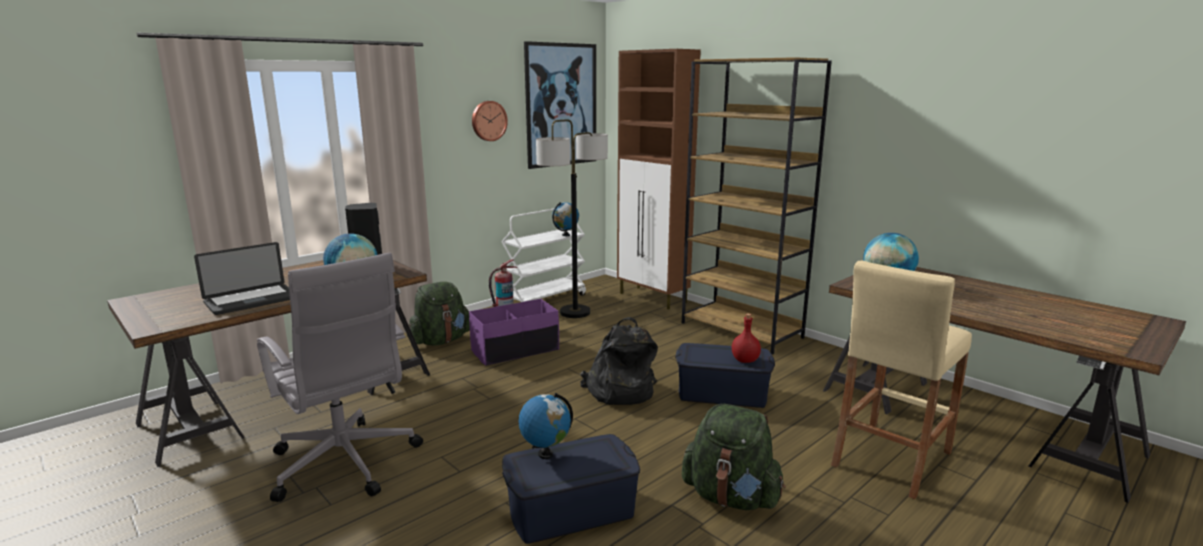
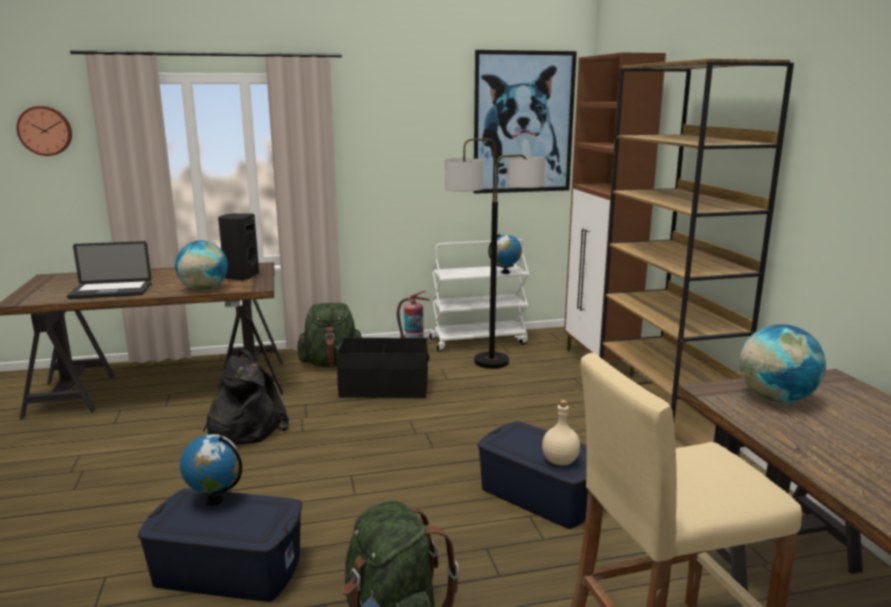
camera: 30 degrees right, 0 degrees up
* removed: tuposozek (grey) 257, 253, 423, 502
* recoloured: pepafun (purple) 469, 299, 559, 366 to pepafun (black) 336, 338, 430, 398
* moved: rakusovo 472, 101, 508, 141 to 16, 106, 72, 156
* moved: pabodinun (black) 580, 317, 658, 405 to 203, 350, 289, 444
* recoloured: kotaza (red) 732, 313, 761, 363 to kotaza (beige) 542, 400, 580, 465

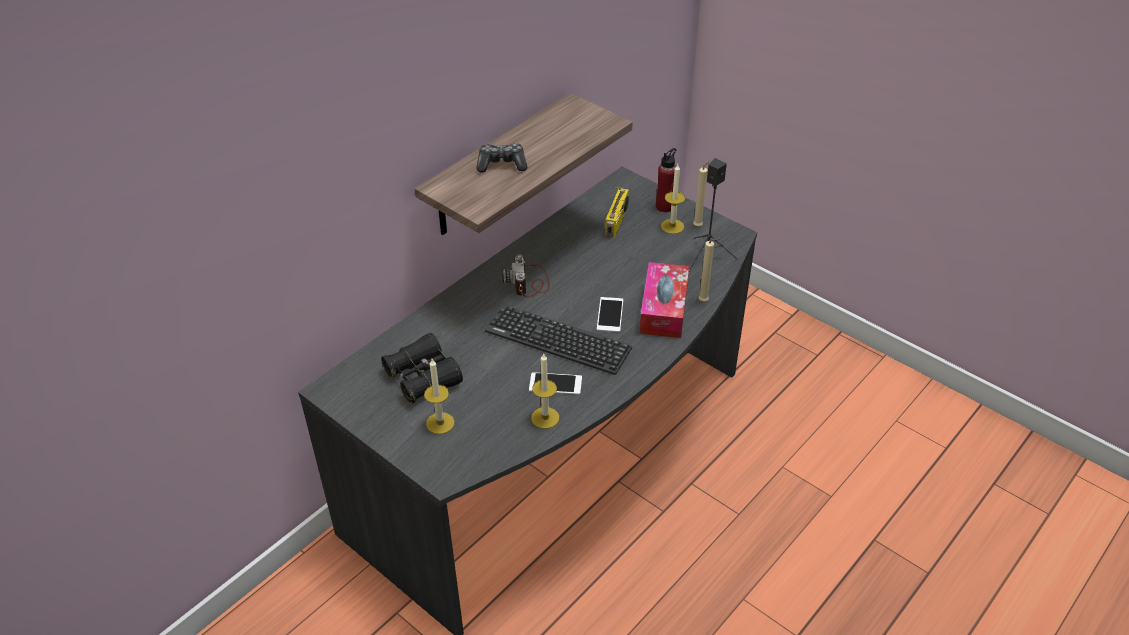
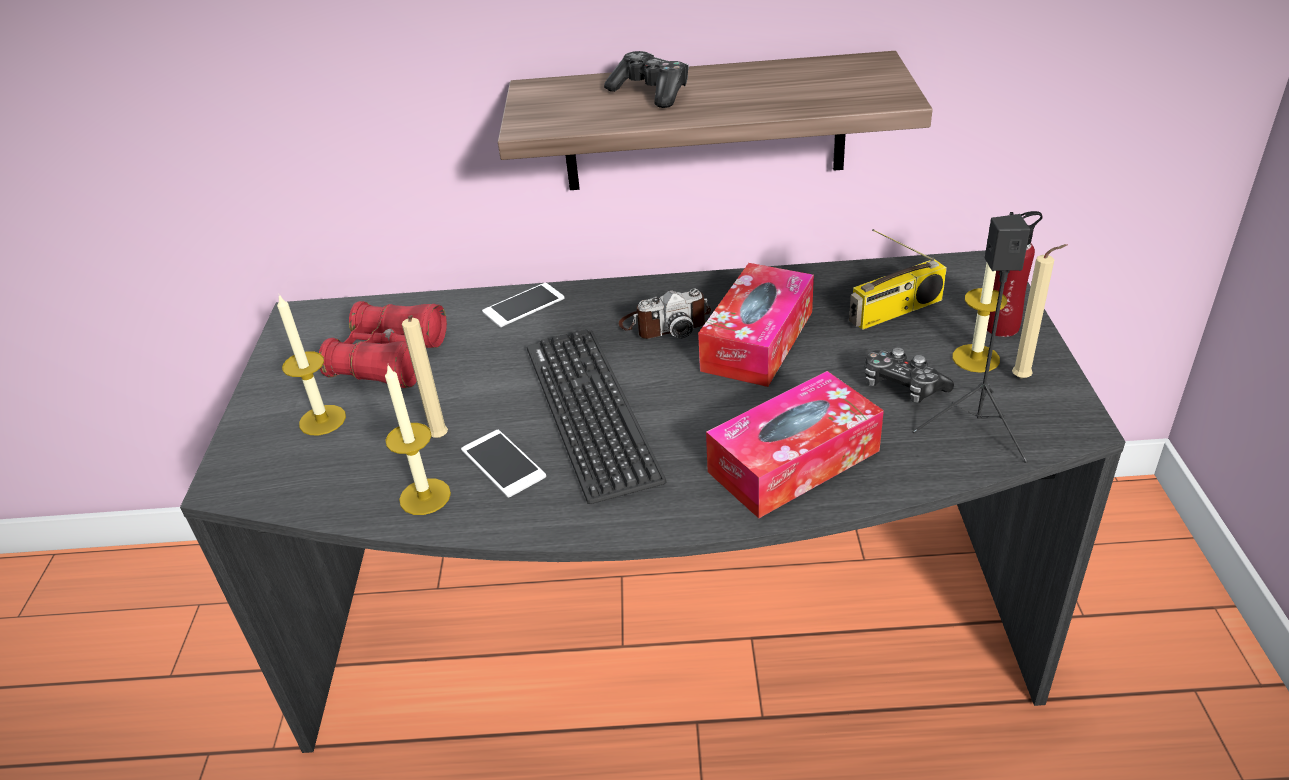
camera: 50 degrees right, 5 degrees down
* recoloured: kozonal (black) 381, 333, 463, 404 to kozonal (red) 319, 301, 447, 388
* turned: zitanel 502, 255, 550, 298 = 619, 289, 711, 339 150 degrees counterclockwise
* moved: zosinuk 597, 297, 623, 332 to 482, 283, 565, 327
* moved: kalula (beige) 699, 238, 719, 301 to 402, 315, 448, 438
* added: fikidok 698, 263, 814, 387
* added: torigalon 865, 347, 954, 403

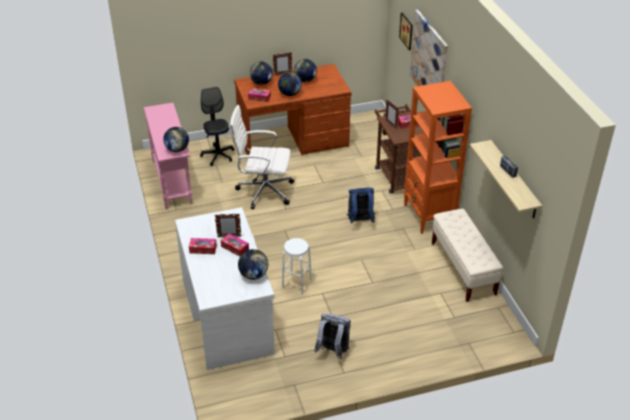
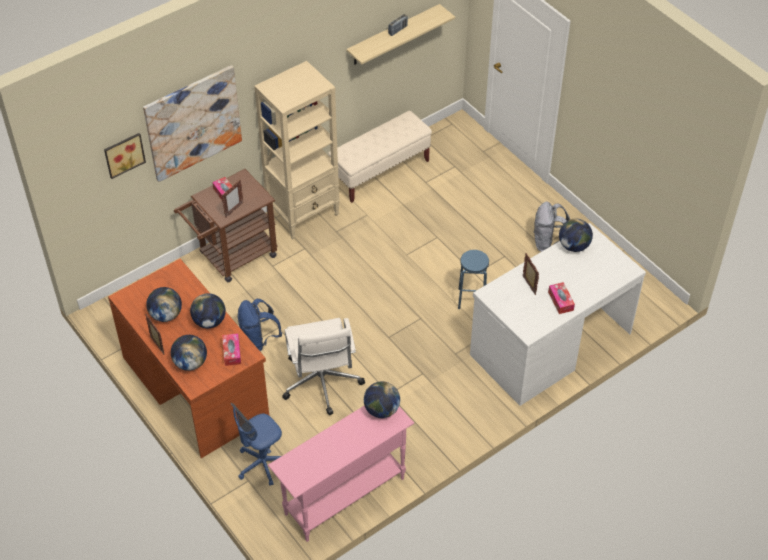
camera: 110 degrees left, 10 degrees up
* recoloured: tuposozek (black) 200, 87, 234, 166 to tuposozek (blue) 231, 403, 282, 486
* removed: fikidok 221, 234, 249, 256
* recoloured: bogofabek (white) 282, 238, 312, 294 to bogofabek (blue) 458, 250, 489, 309
* moved: pabodinun (blue) 347, 188, 375, 223 to 238, 299, 282, 352
* recoloured: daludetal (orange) 404, 81, 472, 234 to daludetal (beige) 254, 61, 340, 240

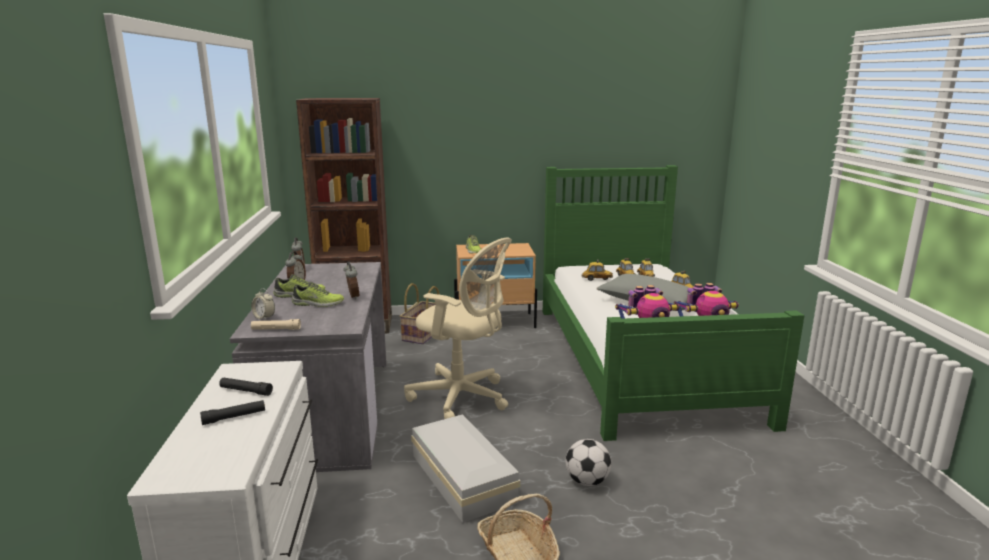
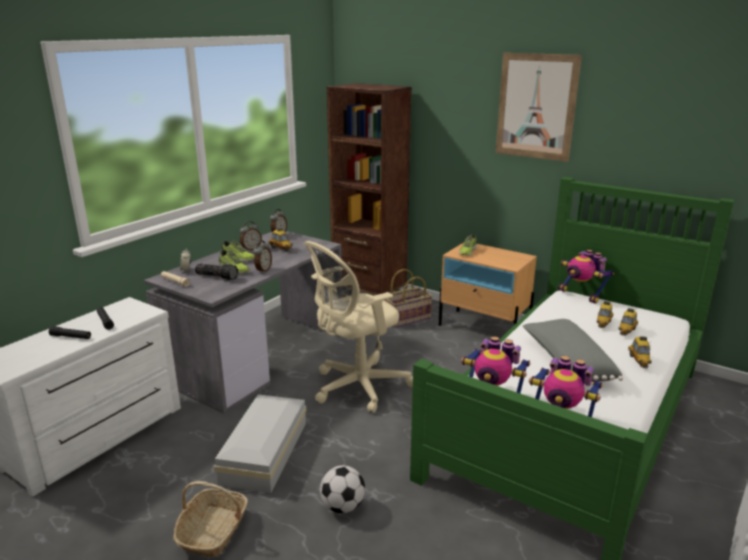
camera: 40 degrees right, 5 degrees up
* turned: tuposozek (beige) 404, 237, 512, 419 = 304, 241, 413, 413 75 degrees clockwise
* moved: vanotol 582, 259, 613, 281 to 268, 228, 293, 251
* added: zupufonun 195, 264, 238, 280
* added: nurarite 495, 53, 582, 162
* added: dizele 558, 250, 614, 304

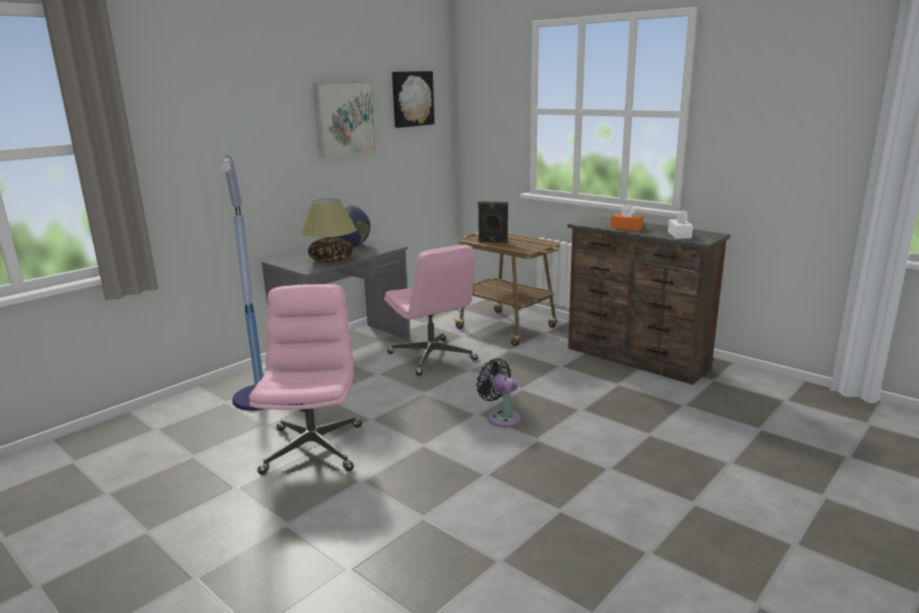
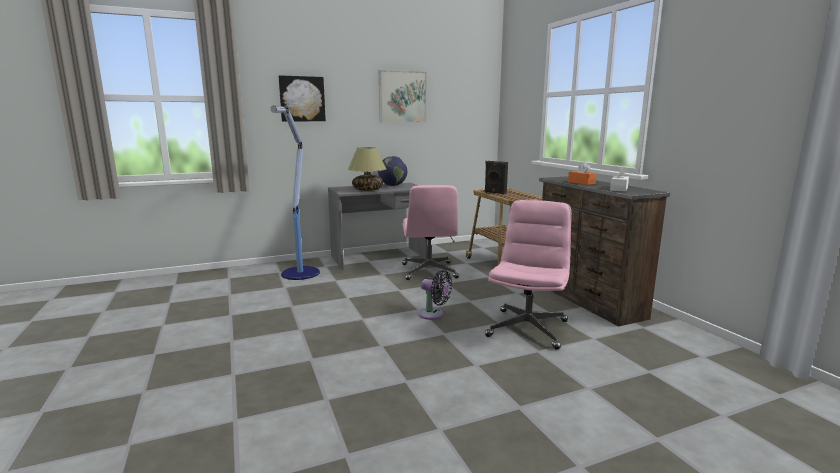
camera: 25 degrees right, 5 degrees down
* moved: tuposozek (pink) 249, 284, 362, 475 to 485, 200, 571, 350
* moved: nurarite 392, 71, 435, 128 to 279, 75, 326, 121
* turned: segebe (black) 476, 359, 521, 427 = 418, 270, 452, 320 135 degrees clockwise

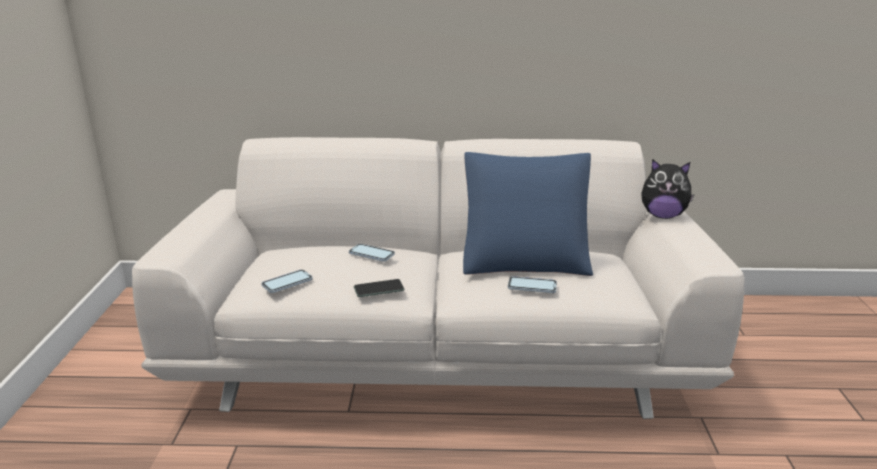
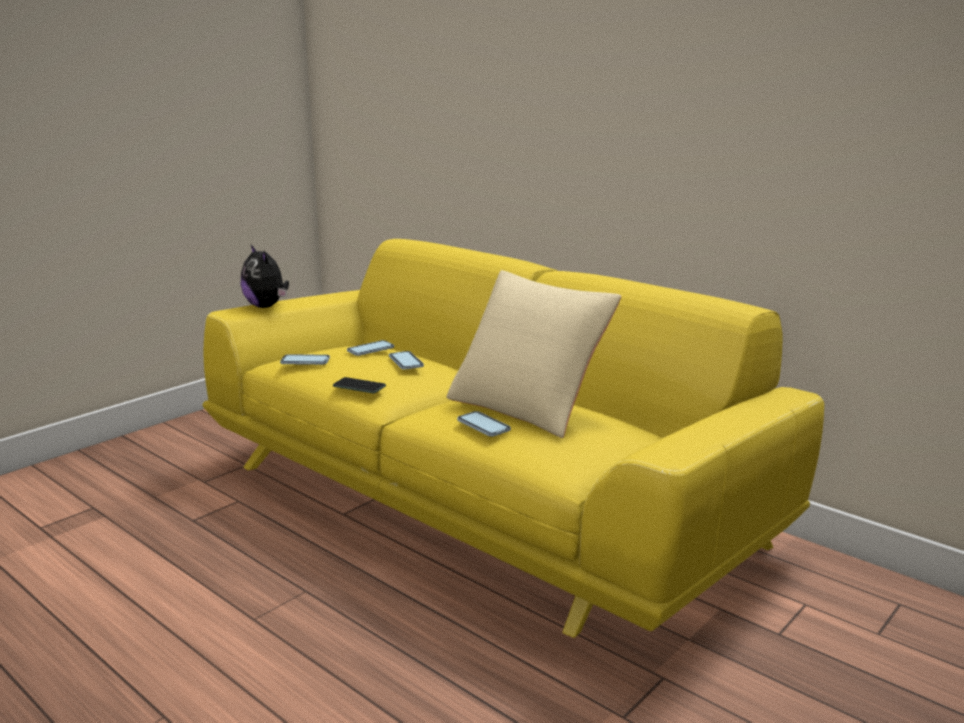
camera: 40 degrees right, 5 degrees down
* recoloured: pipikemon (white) 132, 137, 745, 419 to pipikemon (yellow) 203, 239, 824, 638
* recoloured: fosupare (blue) 463, 152, 593, 276 to fosupare (beige) 446, 270, 621, 438
* moved: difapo 641, 159, 695, 219 to 241, 245, 289, 308
* added: zosinuk 347, 340, 394, 356

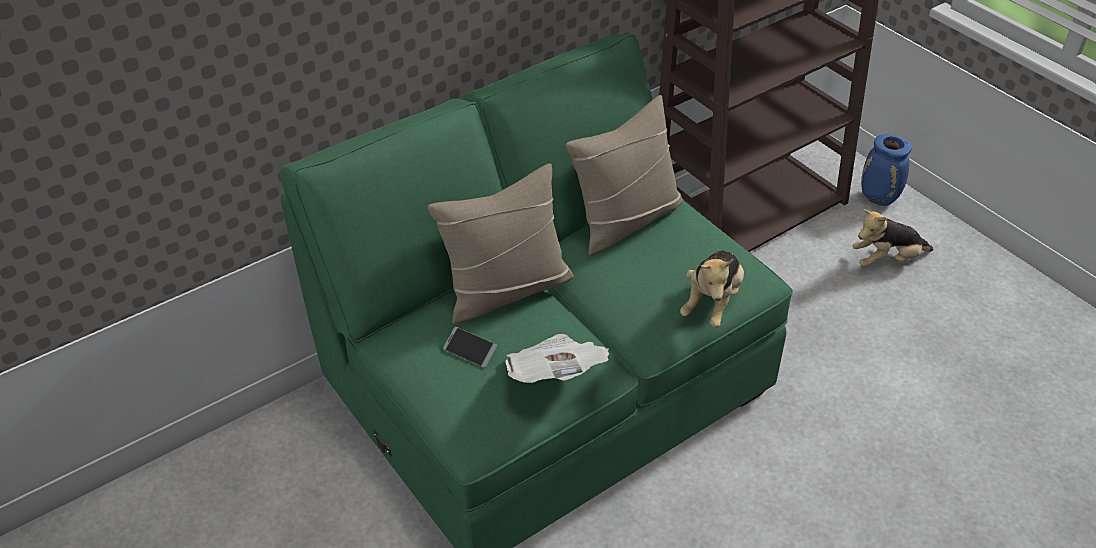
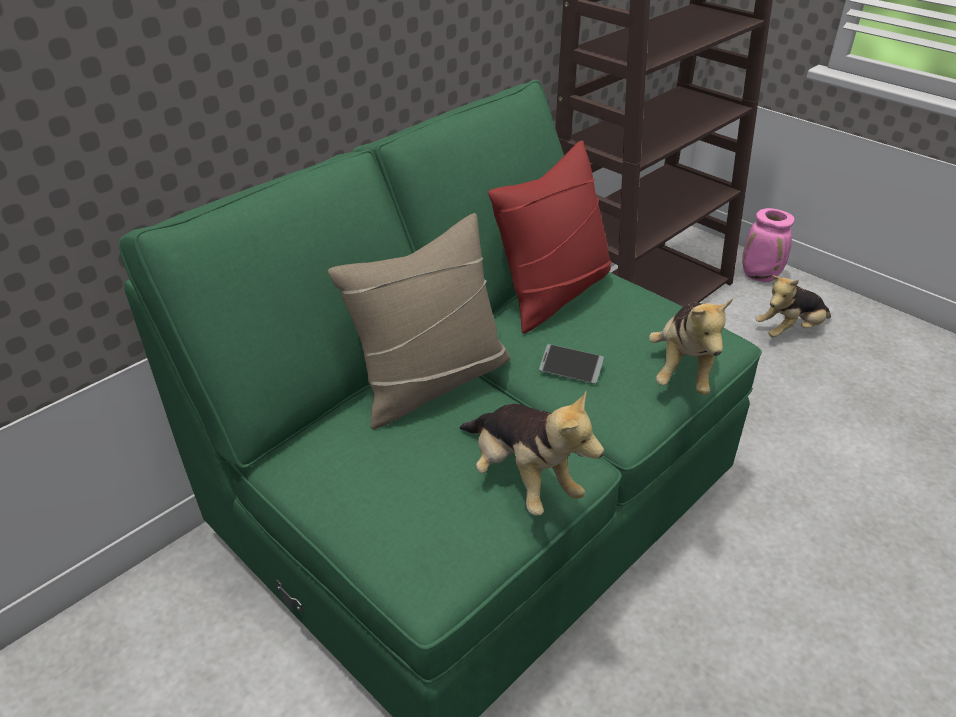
camera: 10 degrees left, 5 degrees down
* moved: zosinuk 443, 327, 497, 368 to 539, 344, 604, 384
* replaced: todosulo 506, 334, 609, 383 to difapo 459, 391, 604, 515
* recoloured: fosupare (beige) 566, 95, 683, 256 to fosupare (red) 488, 141, 611, 333
* recoloured: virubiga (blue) 861, 134, 912, 206 to virubiga (pink) 742, 208, 795, 282

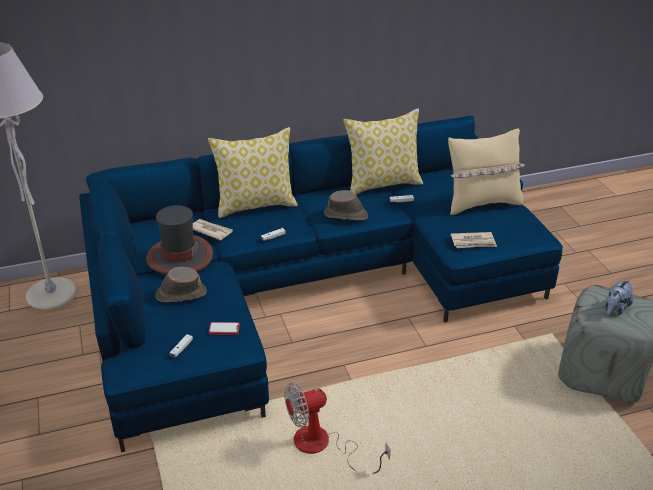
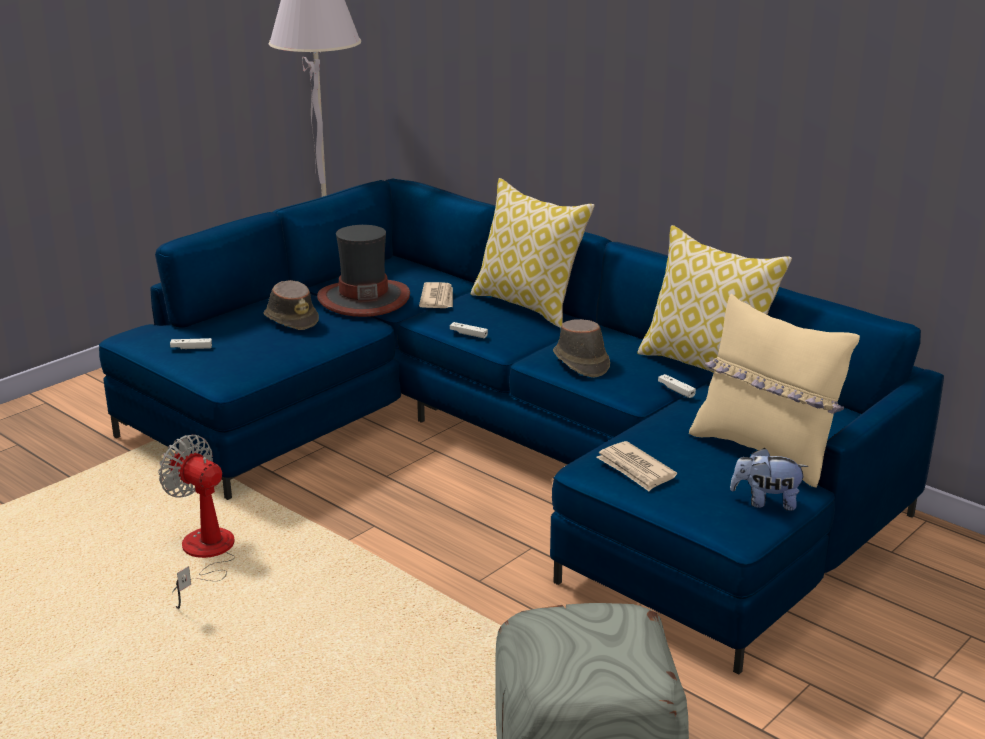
camera: 60 degrees right, 10 degrees down
* removed: zosinuk 209, 322, 240, 335
* moved: difapo 605, 279, 633, 315 to 730, 448, 809, 511

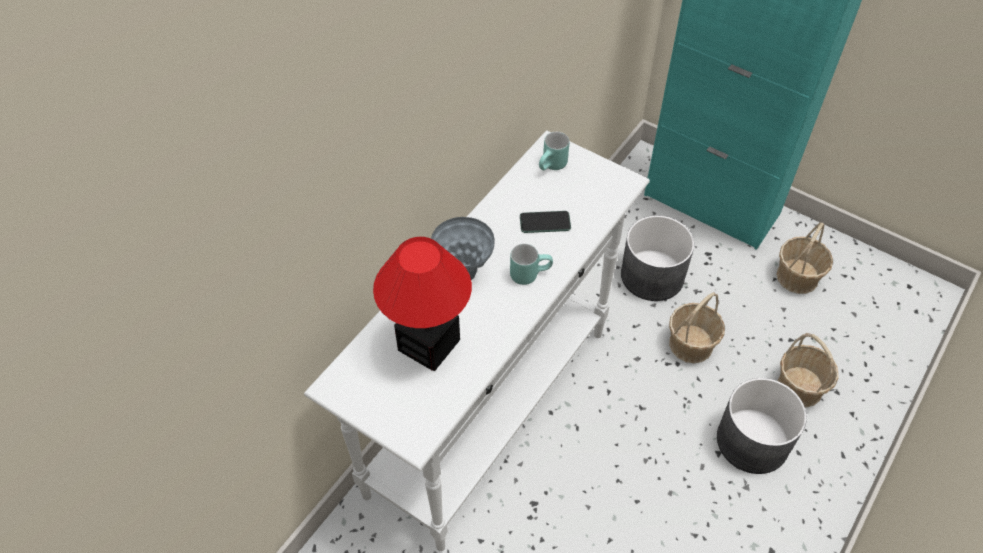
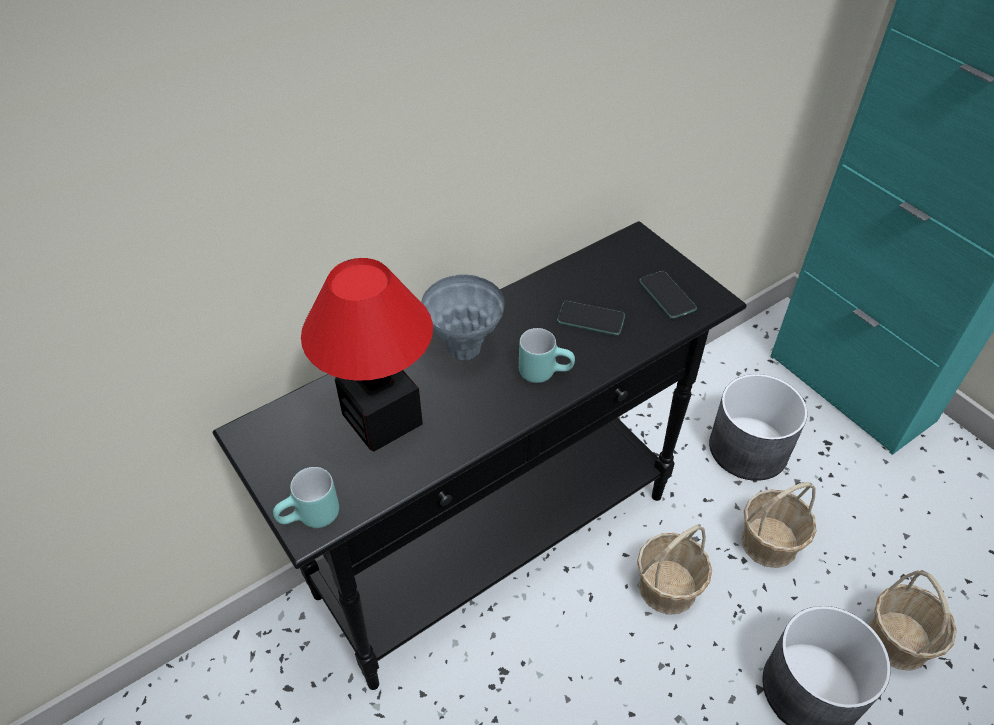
camera: 20 degrees right, 5 degrees down
* recoloured: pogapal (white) 304, 130, 650, 551 to pogapal (black) 213, 221, 747, 690
* moved: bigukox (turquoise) 539, 132, 570, 170 to 273, 467, 339, 528
* moved: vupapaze 776, 223, 833, 294 to 637, 524, 712, 615
* added: zosinuk 639, 271, 697, 319

